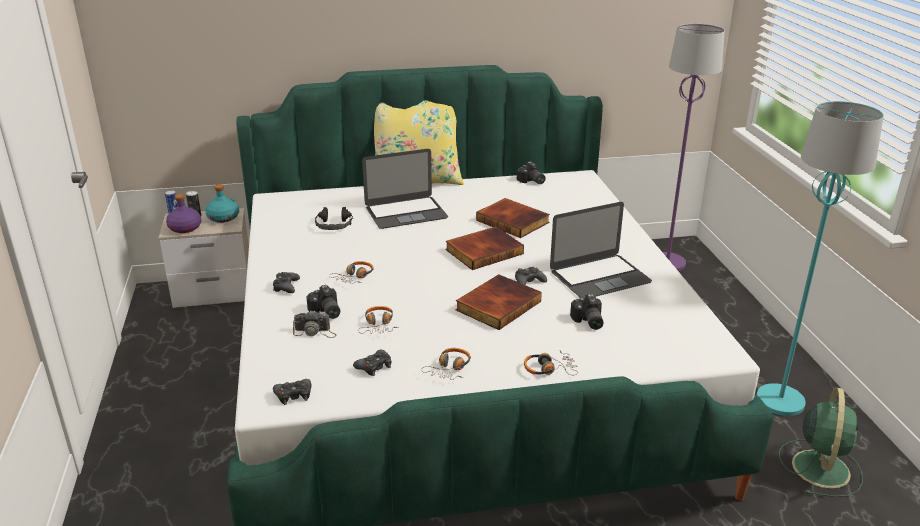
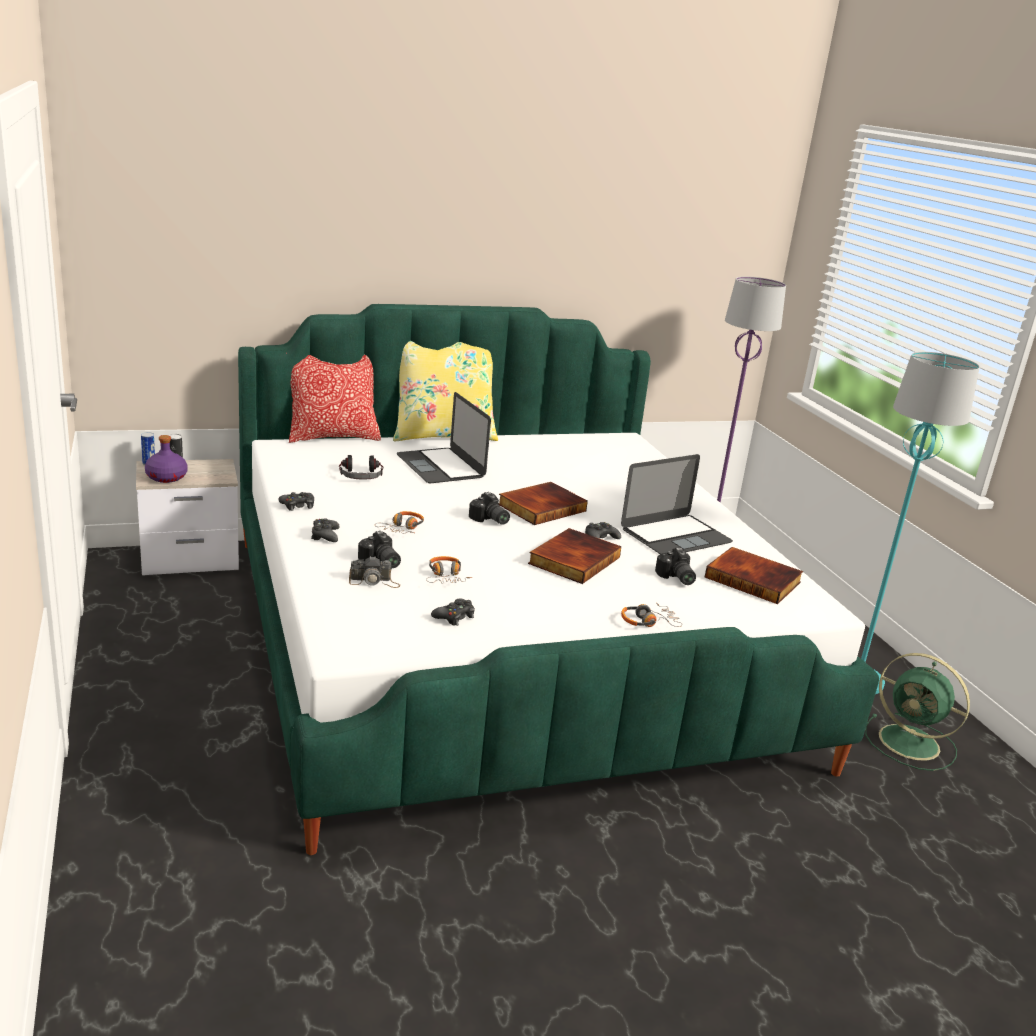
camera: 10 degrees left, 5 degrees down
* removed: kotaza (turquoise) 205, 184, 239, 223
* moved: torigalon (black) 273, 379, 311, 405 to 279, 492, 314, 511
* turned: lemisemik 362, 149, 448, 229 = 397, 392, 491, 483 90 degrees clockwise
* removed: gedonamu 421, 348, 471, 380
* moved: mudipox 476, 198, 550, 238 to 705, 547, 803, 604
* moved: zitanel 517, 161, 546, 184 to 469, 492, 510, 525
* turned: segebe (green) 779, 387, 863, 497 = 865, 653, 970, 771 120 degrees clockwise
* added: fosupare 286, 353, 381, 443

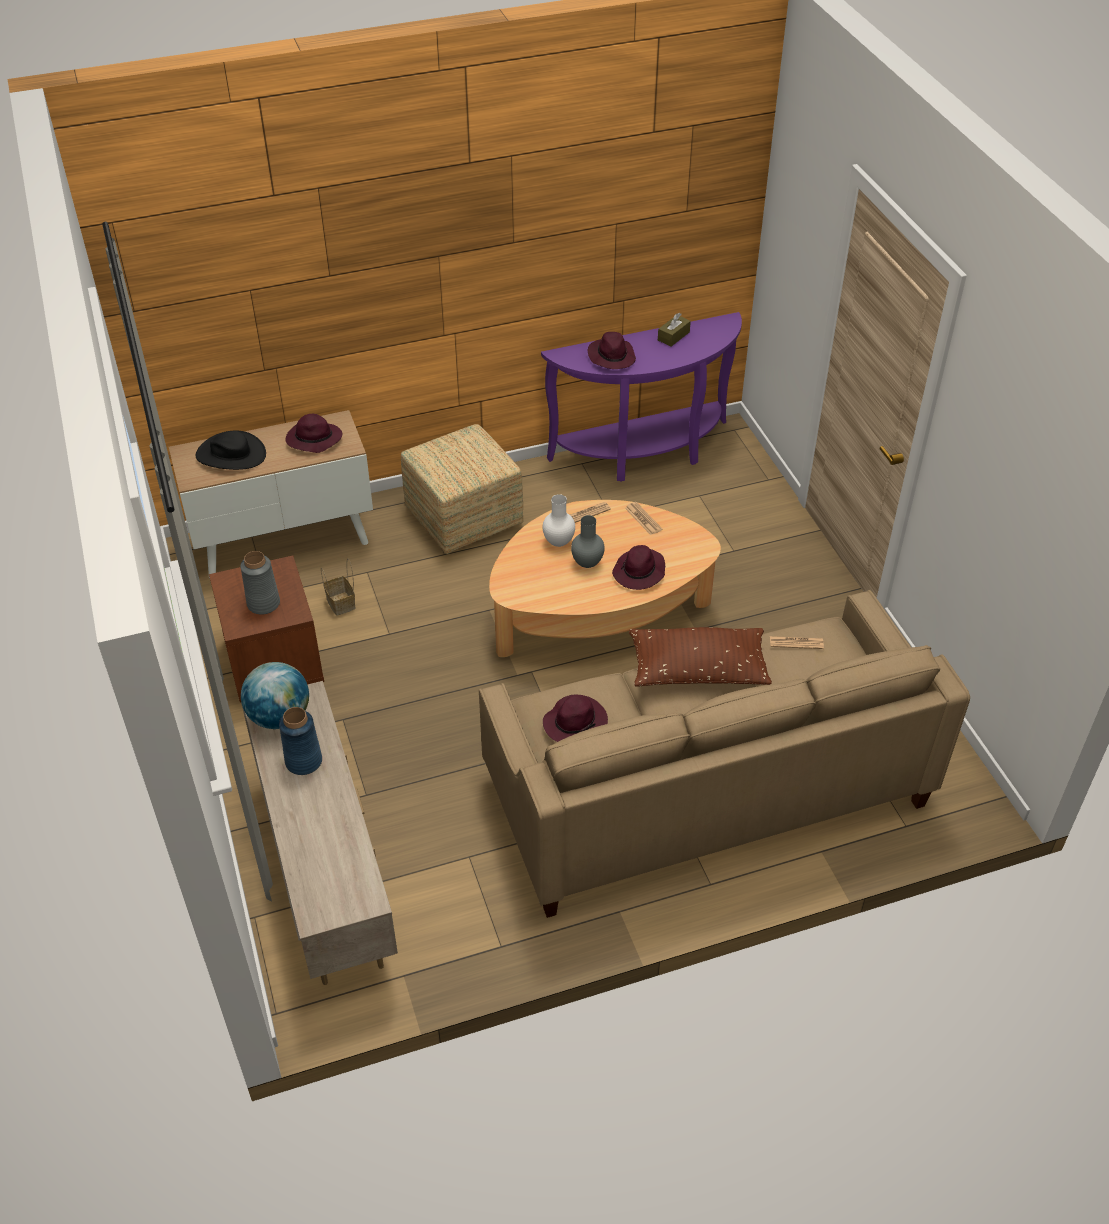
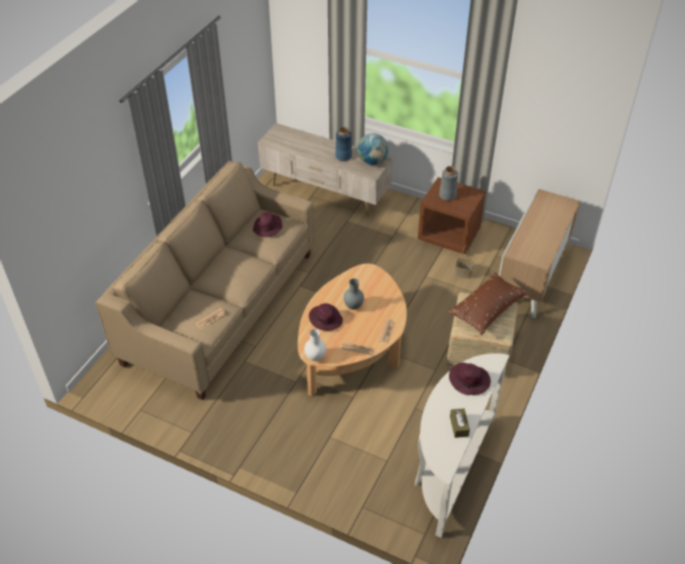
camera: 135 degrees right, 0 degrees up
* removed: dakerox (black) 196, 430, 266, 470
* removed: dakerox (purple) 285, 414, 343, 453
* recoloured: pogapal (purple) 541, 312, 742, 482 to pogapal (white) 415, 353, 510, 538
* moved: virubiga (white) 542, 494, 575, 547 to 304, 329, 326, 361
* moved: fosupare (brown) 629, 627, 772, 686 to 448, 272, 528, 335

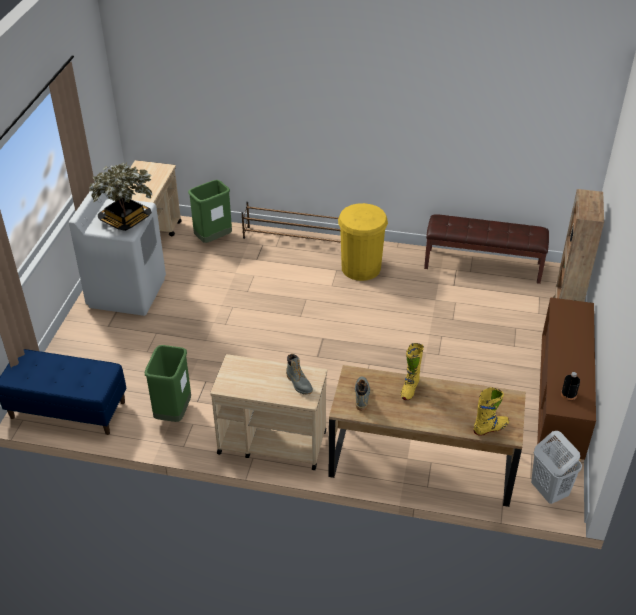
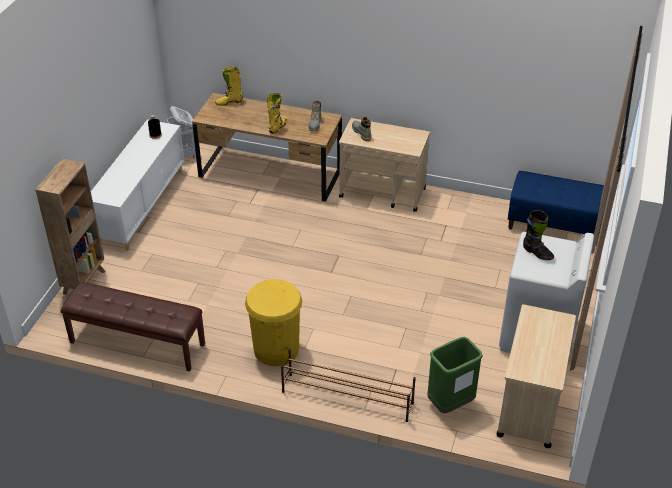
camera: 175 degrees left, 0 degrees up
* replaced: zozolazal 89, 163, 153, 231 to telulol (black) 523, 210, 554, 260
* removed: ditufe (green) 145, 345, 191, 422
* recoloured: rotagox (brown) 537, 297, 596, 465 to rotagox (white) 91, 120, 185, 251

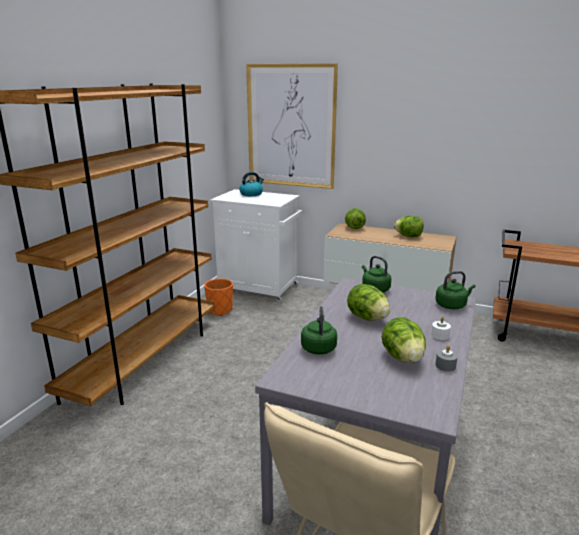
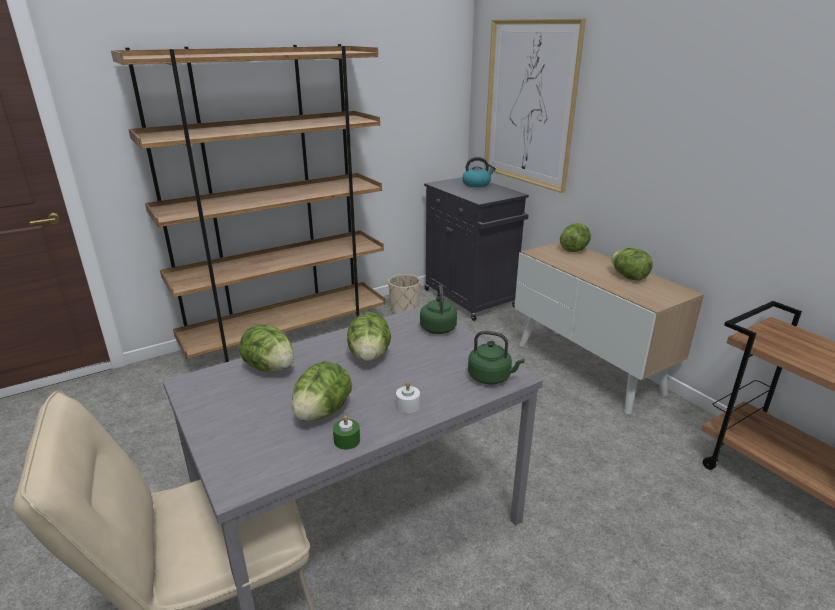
camera: 35 degrees right, 5 degrees up
* recoloured: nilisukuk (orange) 204, 279, 233, 316 to nilisukuk (beige) 388, 274, 421, 314
* recoloured: rotagox (white) 210, 189, 302, 303 to rotagox (black) 424, 177, 529, 321
* replaced: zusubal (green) 301, 306, 337, 355 to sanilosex 239, 324, 294, 372
* recoloured: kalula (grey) 436, 345, 458, 372 to kalula (green) 333, 415, 360, 450

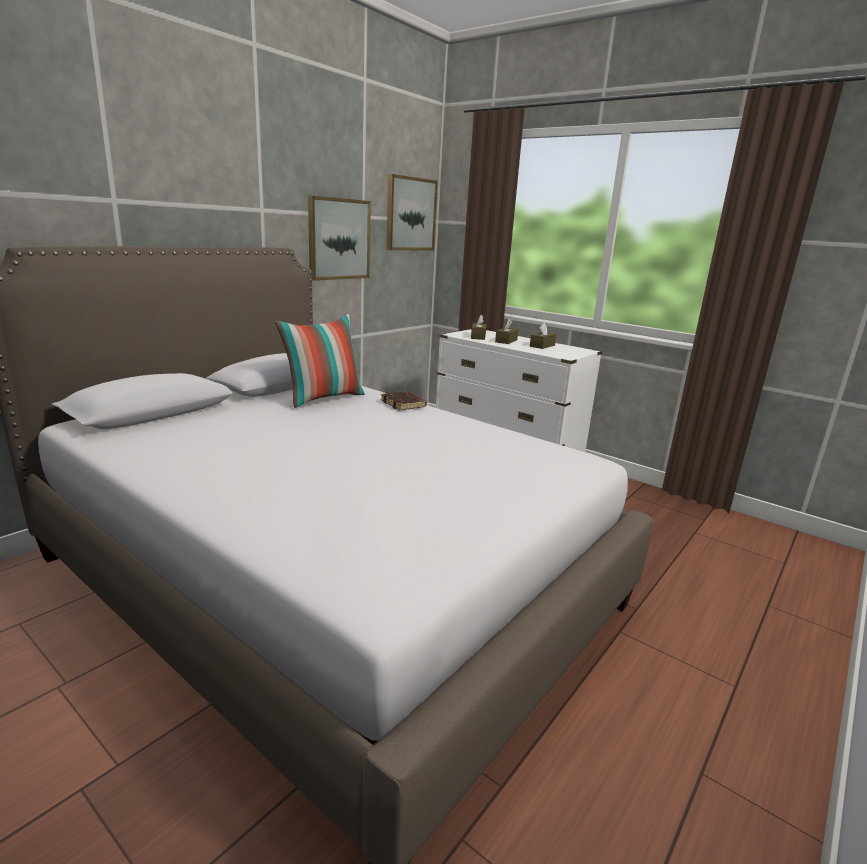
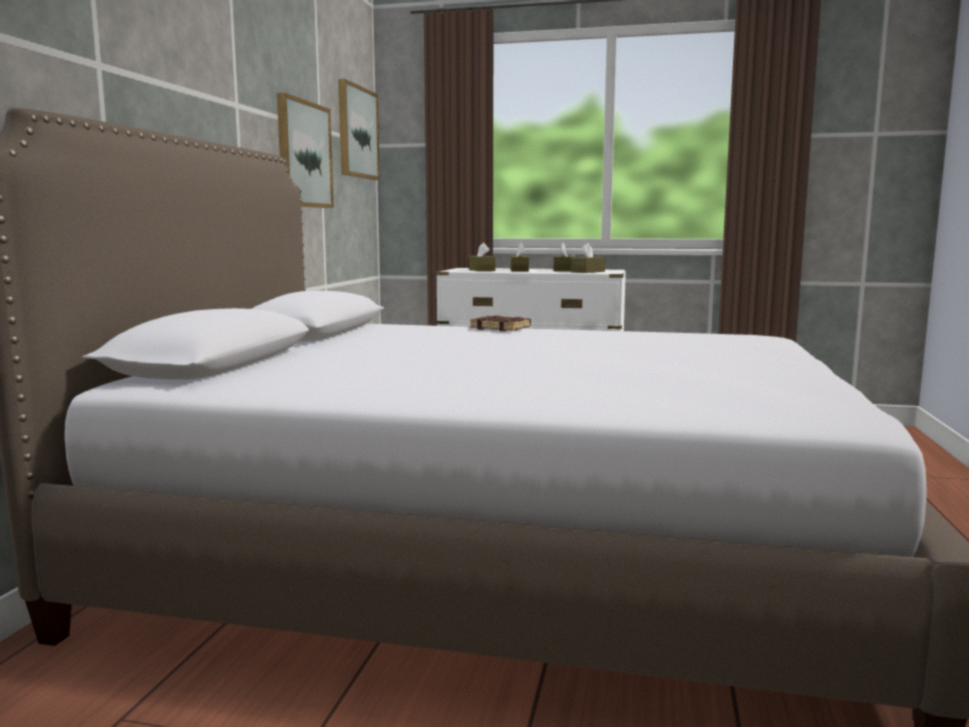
camera: 25 degrees left, 10 degrees down
* removed: fosupare 275, 314, 365, 408
* added: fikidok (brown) 571, 243, 605, 273

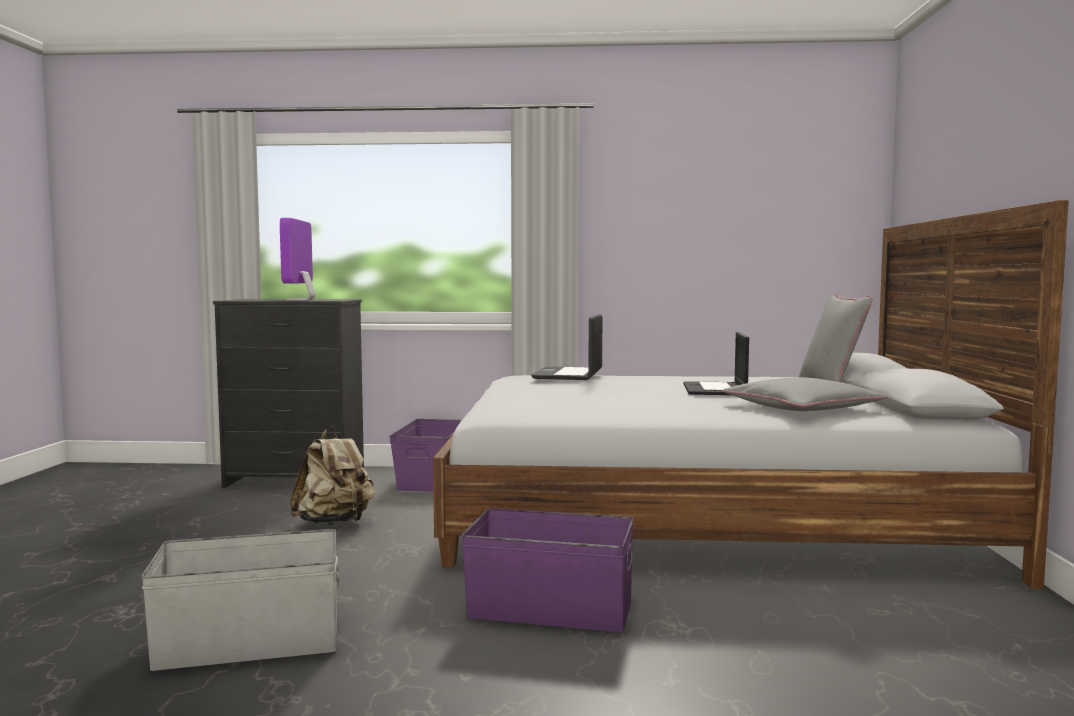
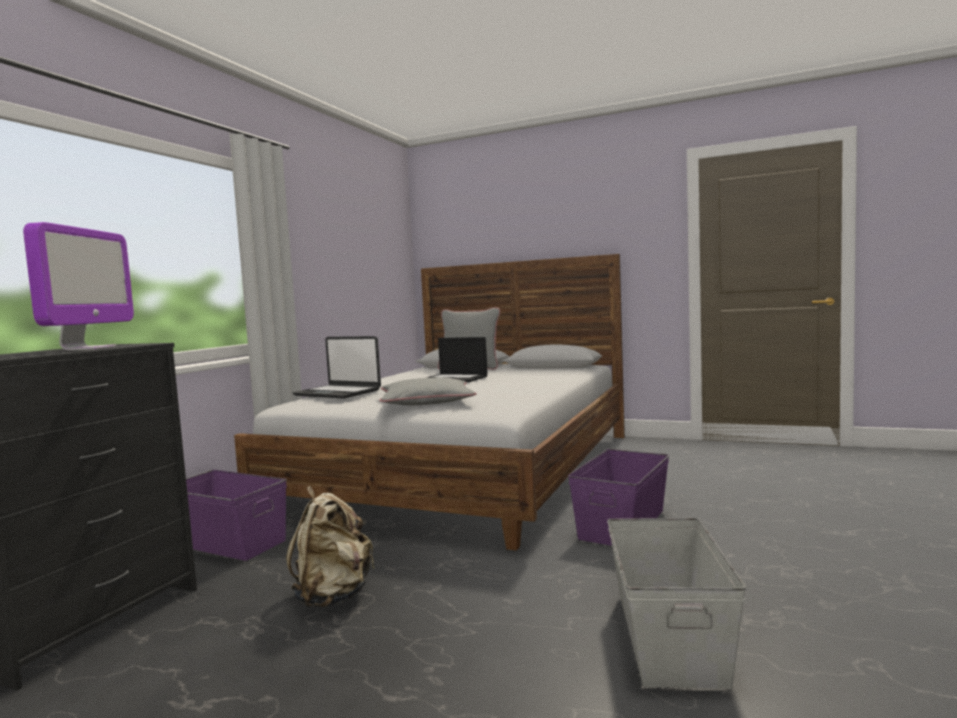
camera: 70 degrees left, 0 degrees up
* turned: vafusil 280, 218, 315, 301 = 23, 222, 134, 351 105 degrees counterclockwise
* moved: fosupare (grey) 722, 377, 887, 411 to 379, 377, 477, 405

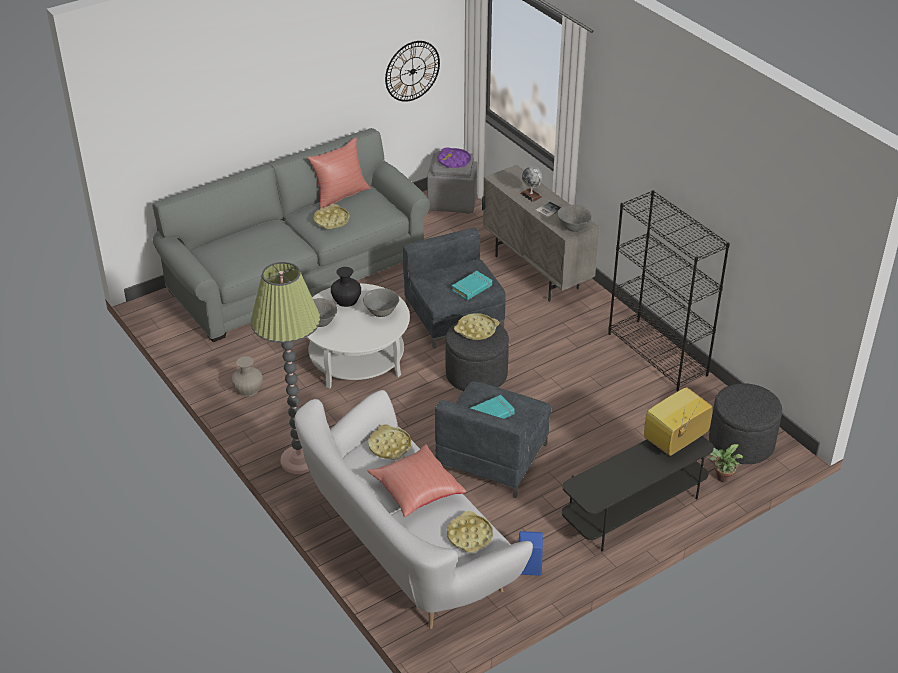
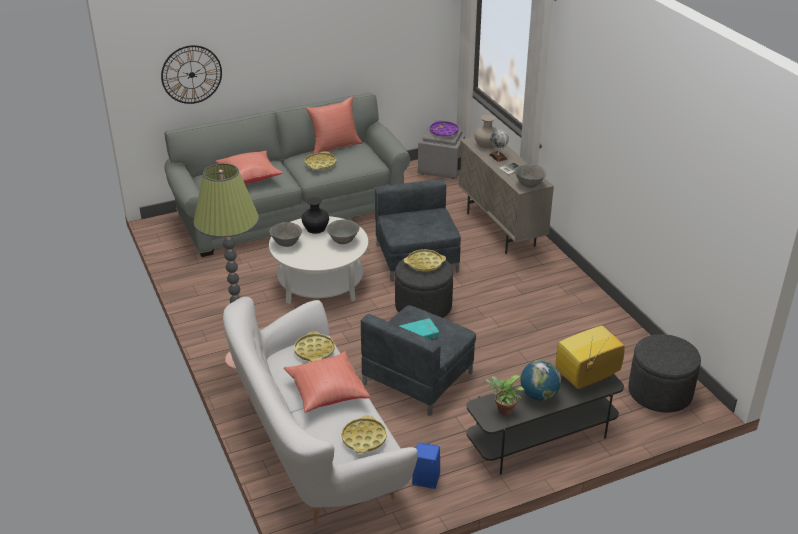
camera: 10 degrees right, 5 degrees down
* moved: virubiga (beige) 231, 356, 263, 397 to 474, 115, 498, 149
* moved: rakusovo 385, 41, 440, 102 to 161, 45, 222, 104
* removed: mudipox (turquoise) 452, 271, 492, 300
* removed: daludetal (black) 608, 190, 730, 391
* moved: zozolazal 710, 444, 743, 482 to 485, 375, 524, 416
* added: fosupare (red) 215, 151, 283, 184
* added: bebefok 521, 360, 561, 401

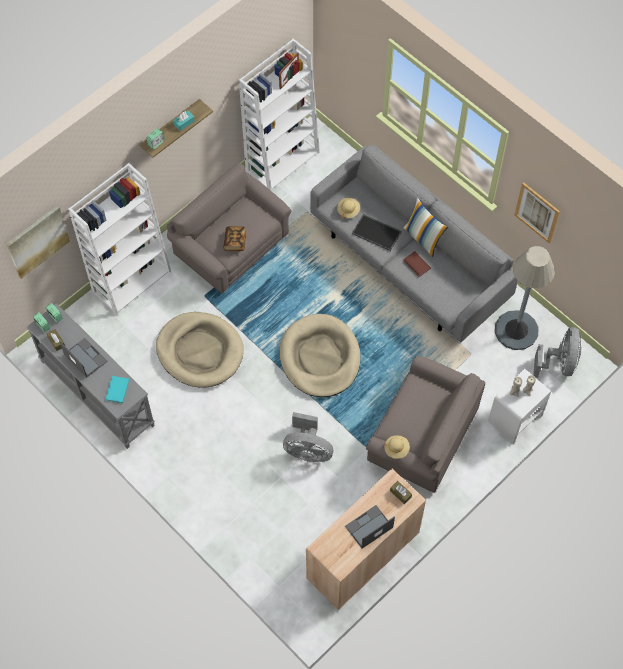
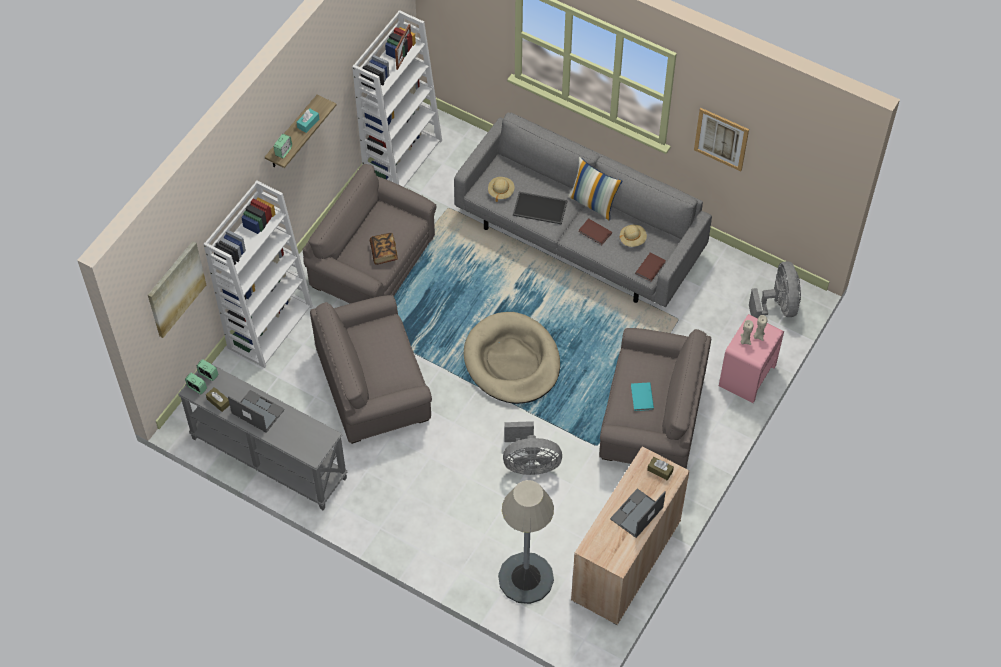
camera: 15 degrees left, 5 degrees down
* moved: mudipox (turquoise) 106, 376, 129, 403 to 631, 382, 654, 411
* replaced: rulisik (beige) 156, 312, 244, 388 to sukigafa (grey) 310, 295, 432, 444
* moved: dakerox (beige) 384, 435, 410, 459 to 619, 225, 647, 247
* recoloured: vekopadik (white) 488, 369, 551, 443 to vekopadik (pink) 719, 314, 784, 403
* moved: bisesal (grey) 495, 246, 555, 350 to 498, 480, 554, 604
* added: mudipox (brown) 635, 252, 666, 282

